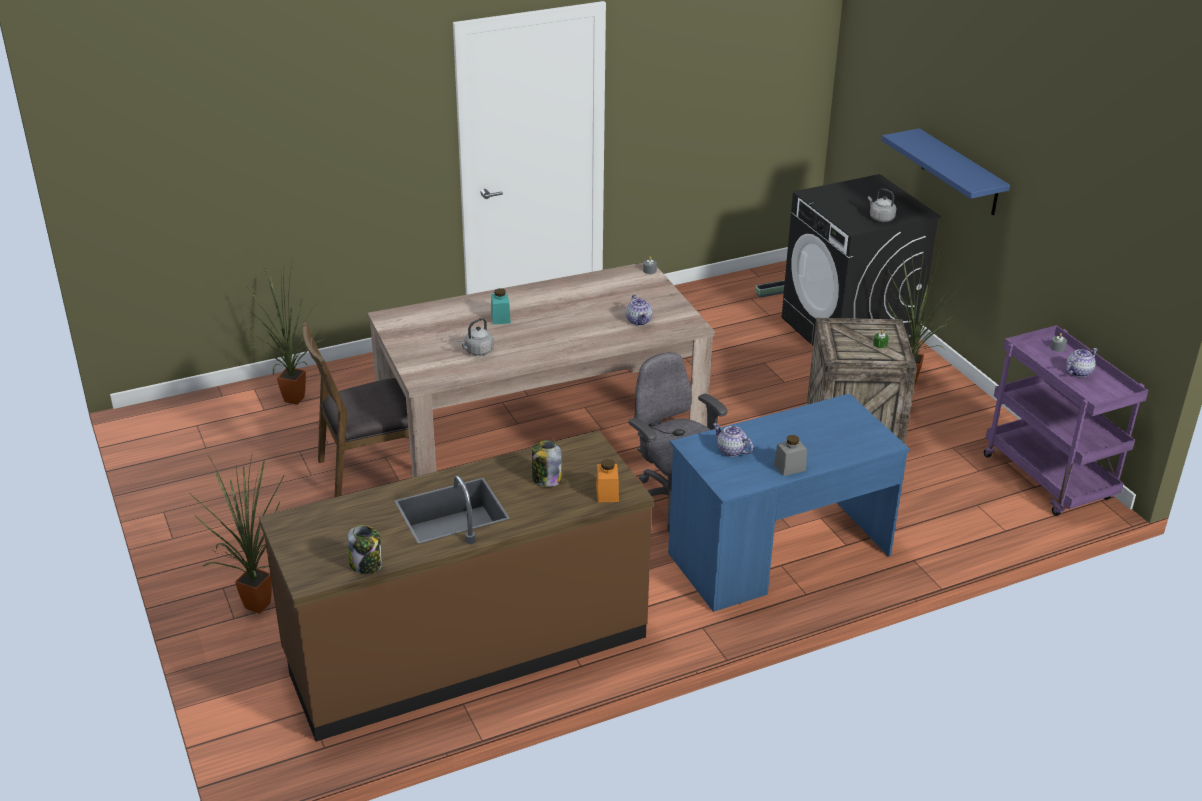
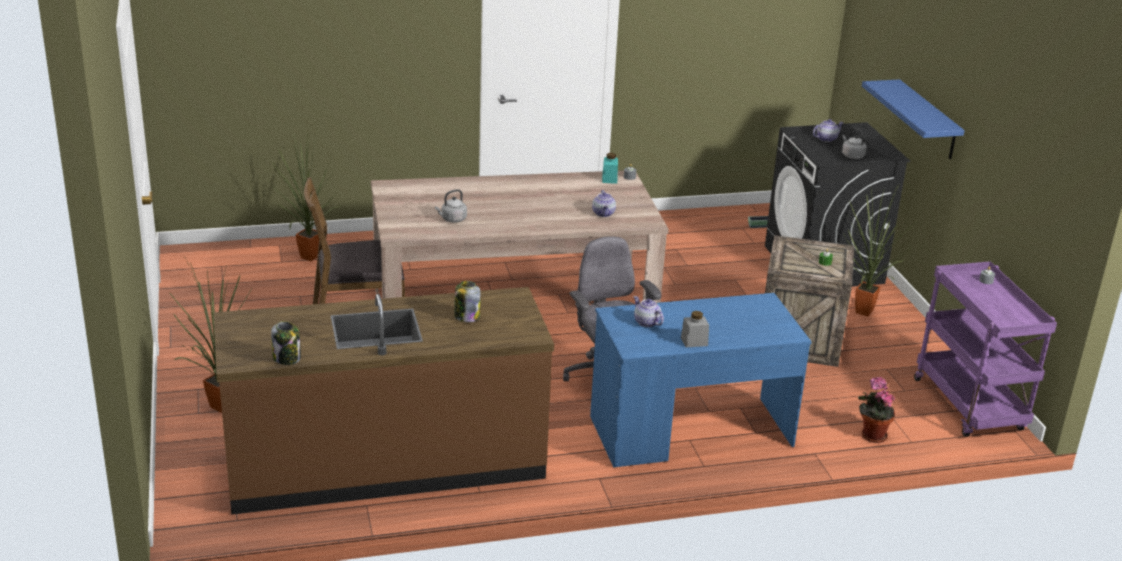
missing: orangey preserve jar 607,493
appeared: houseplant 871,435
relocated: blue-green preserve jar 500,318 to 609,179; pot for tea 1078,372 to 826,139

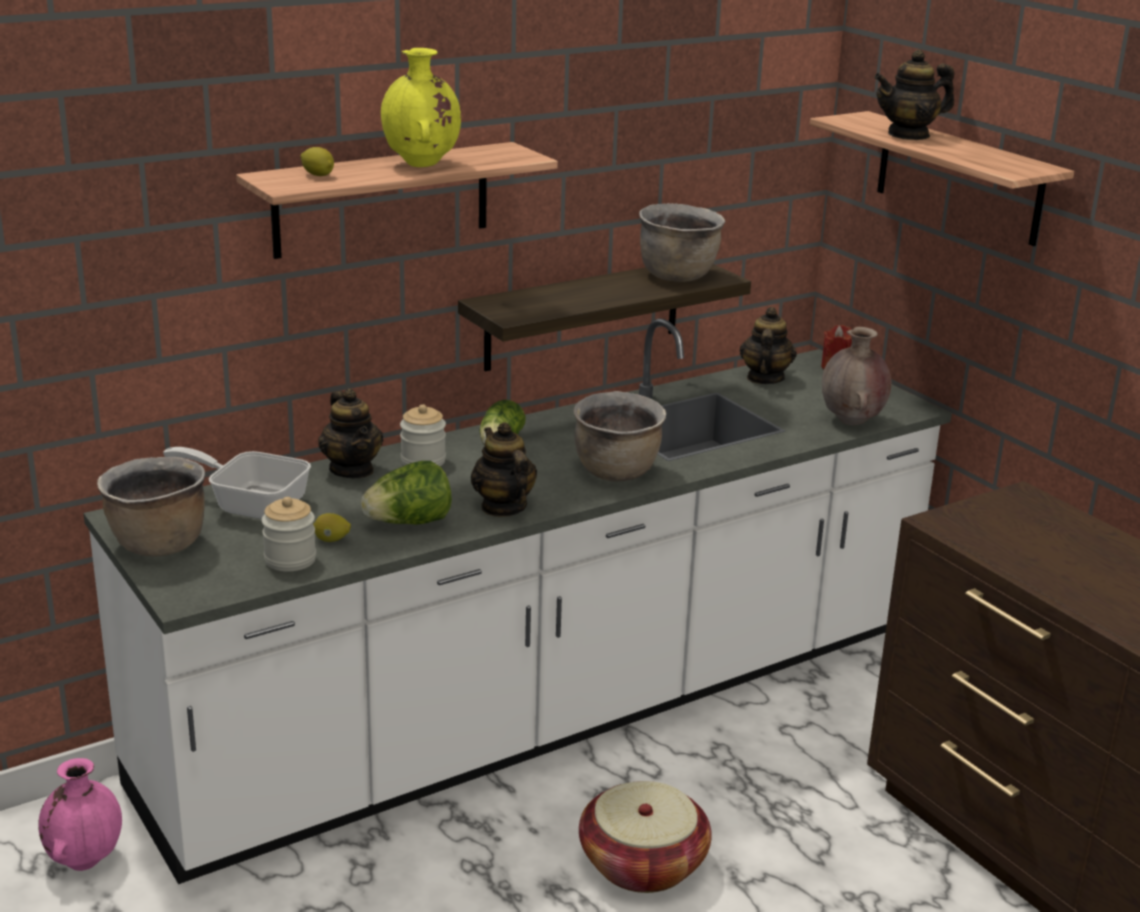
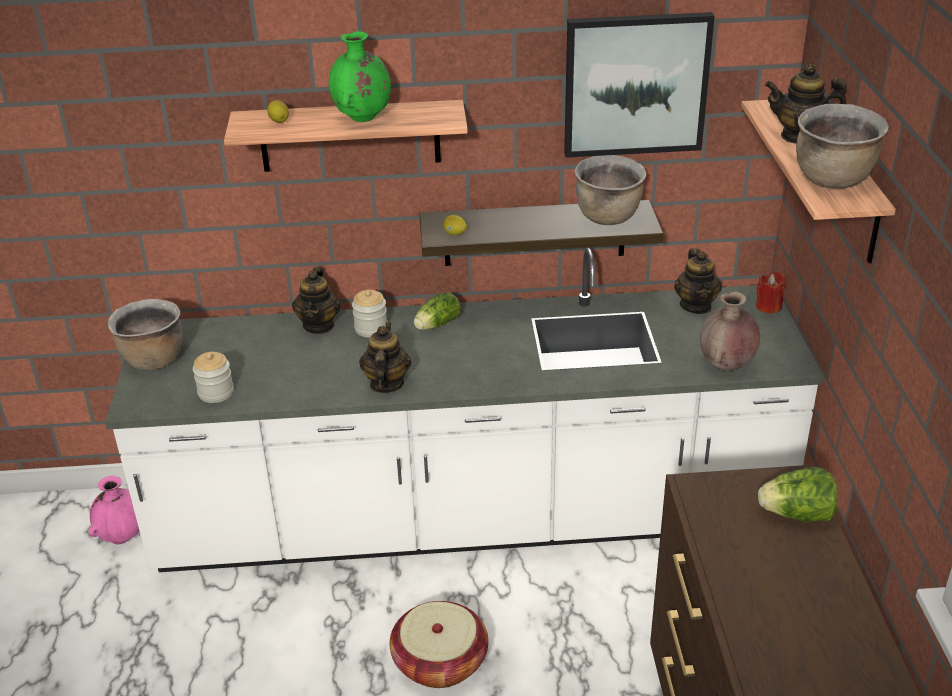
missing: skillet 251,504
appeared: wall picture 635,84
relocated: citrus fruit 331,540 to 455,234; head of lettuce 409,523 to 797,515; brownish stockpot 617,472 to 833,180
colour: yellow-coloured decorative vase 422,164 to green decorative vase 363,118
spun: pot for tea 764,378 = 696,305 135 degrees clockwise

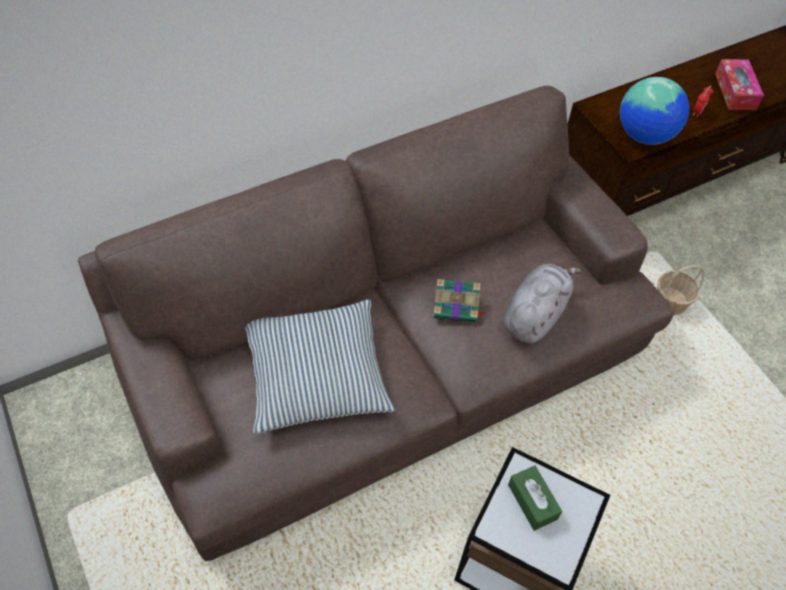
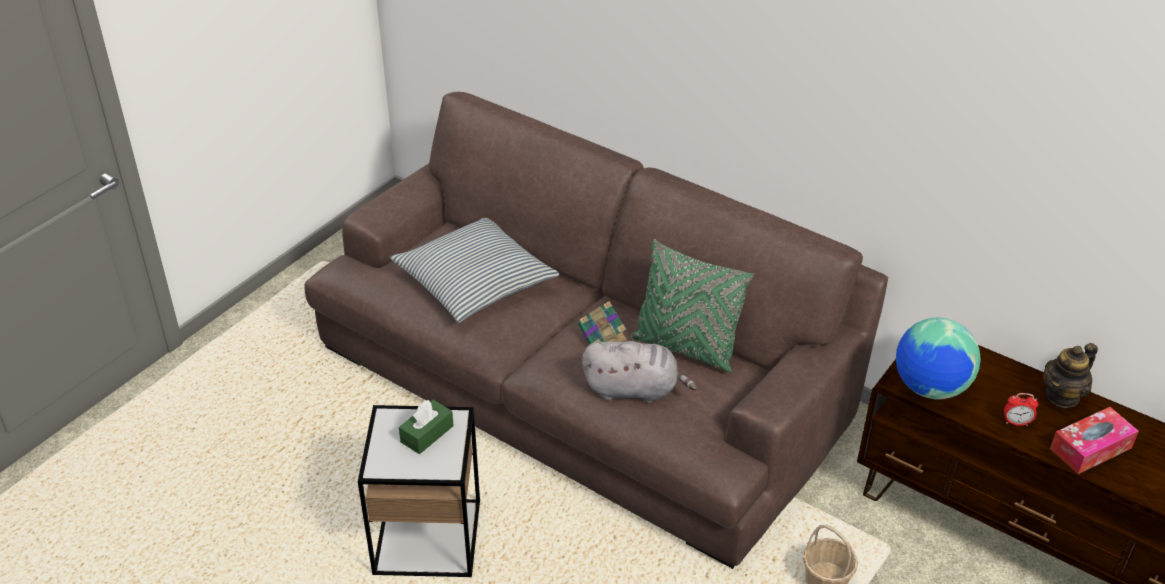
appeared: green throw pillow 686,347; pot for tea 1062,396

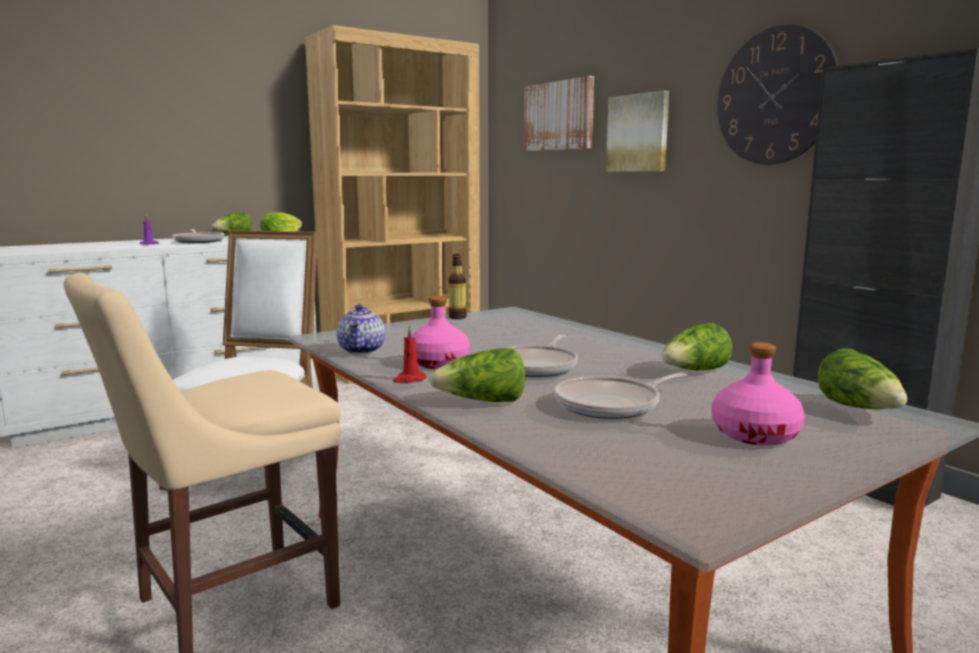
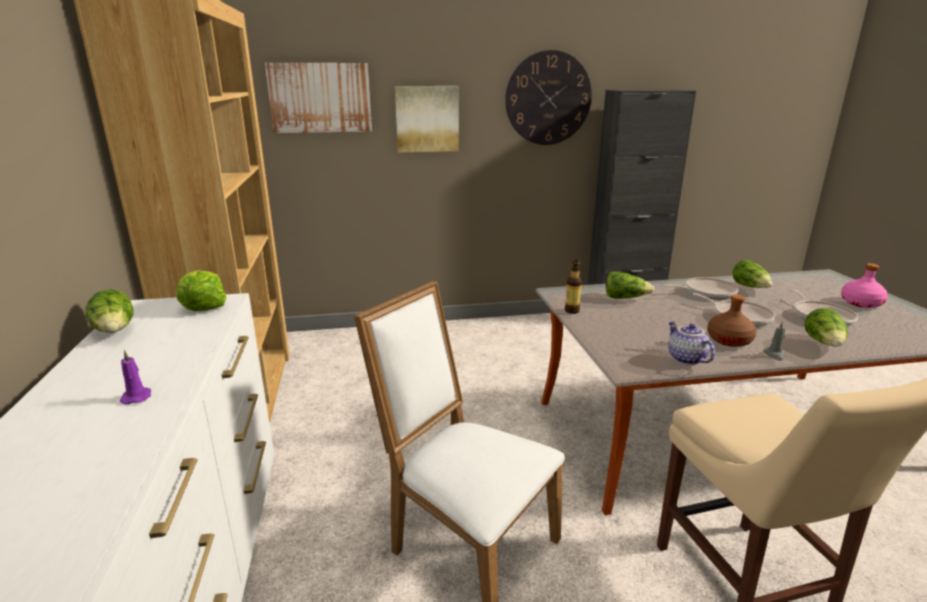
relocated: skillet 199,241 to 706,292; head of lettuce 859,409 to 625,298
colour: red-coloured wax candle 409,379 to greyish wax candle 774,355; pink-coloured drink bottle 439,363 to brownish drink bottle 729,340
spun: pot for tea 362,350 = 685,358 135 degrees counterclockwise

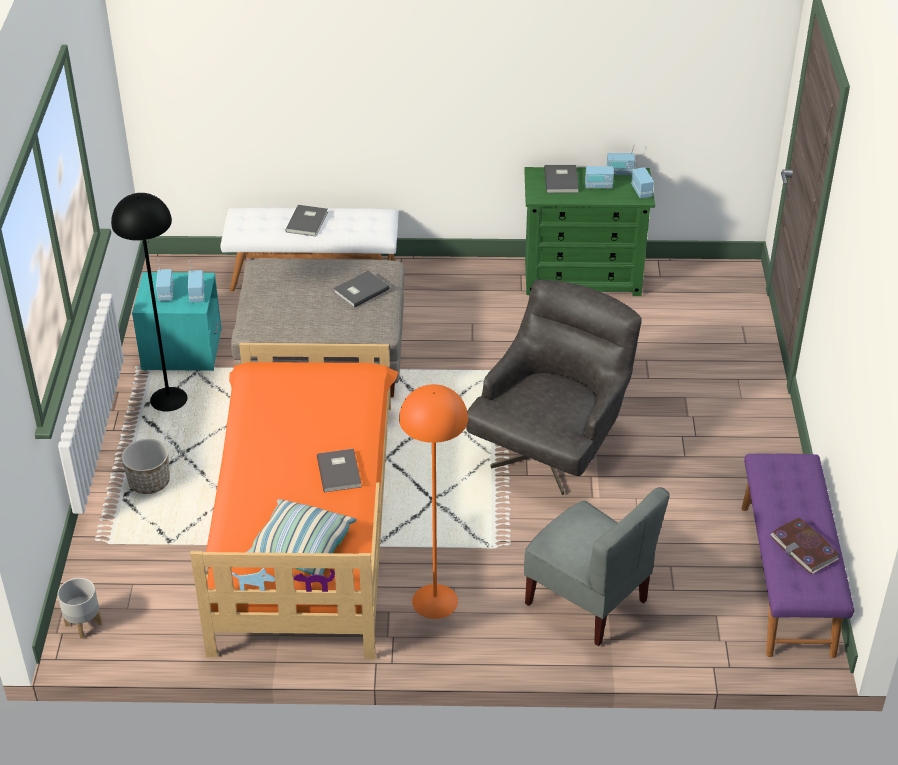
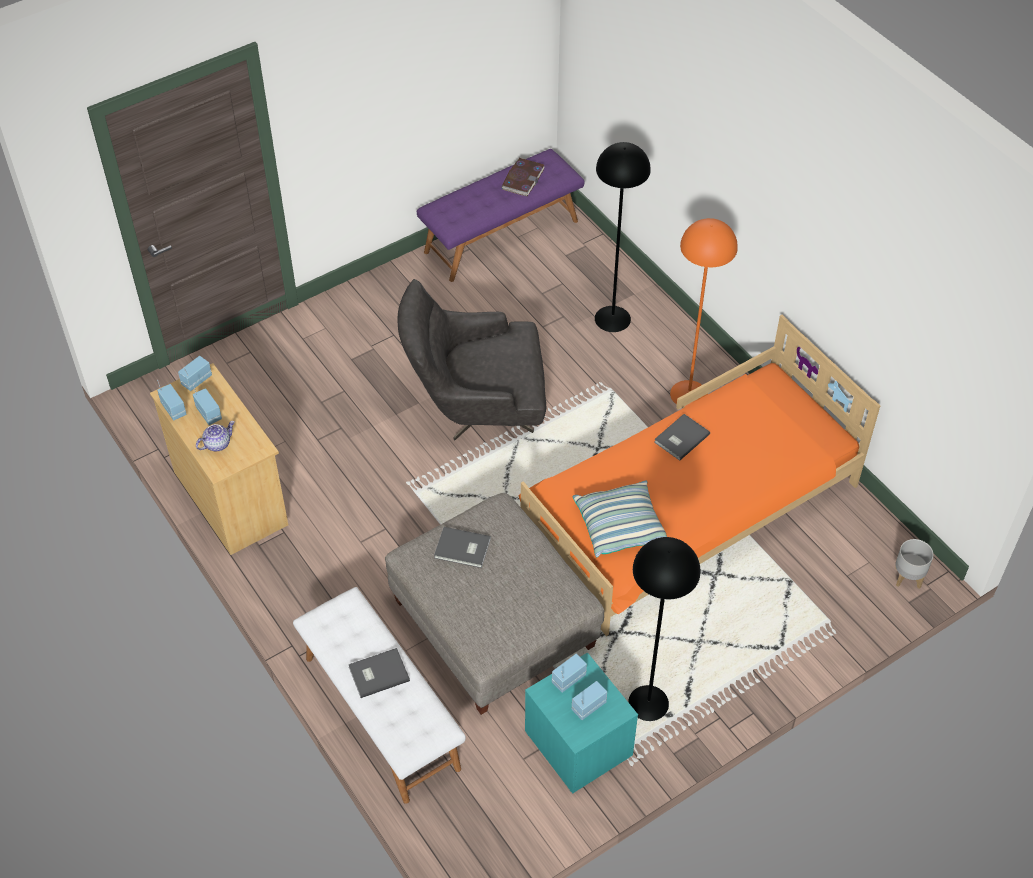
missing: plant pot 149,482
relocated: throw pillow 301,549 to 620,526
exchanged: greyish chair 588,601 to blackish floor lamp 613,318; greyish book 562,180 to pot for tea 217,444
colour: green drawer chest 583,277 to beige-coloured drawer chest 230,497

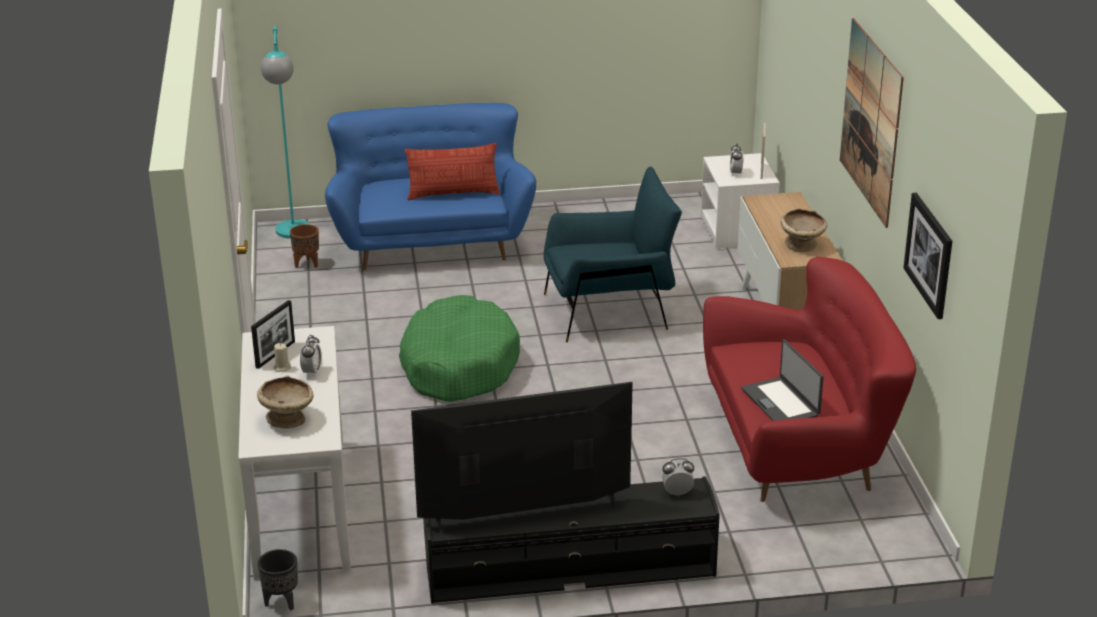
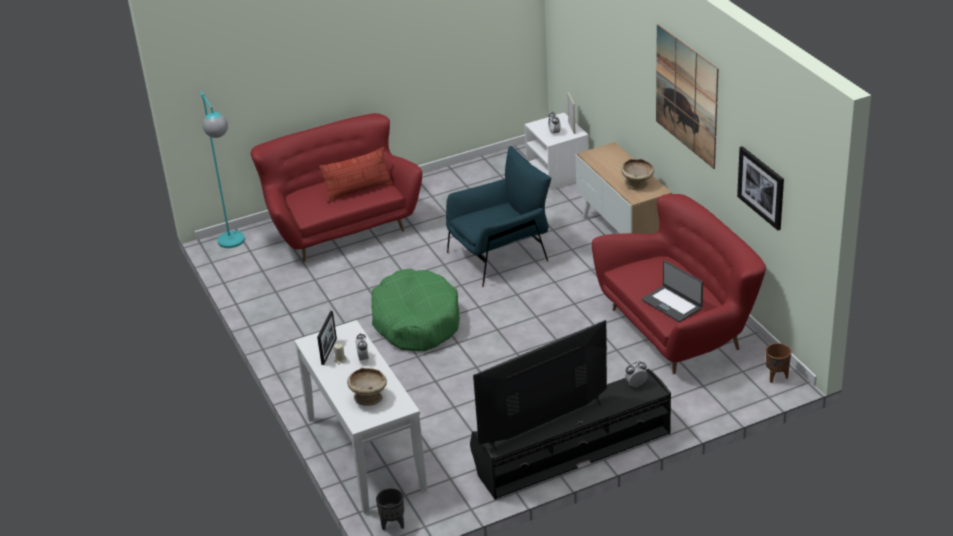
relocated: brownish plant pot 306,264 to 776,377
colour: blue-coloured settee 431,241 to red-coloured settee 341,227

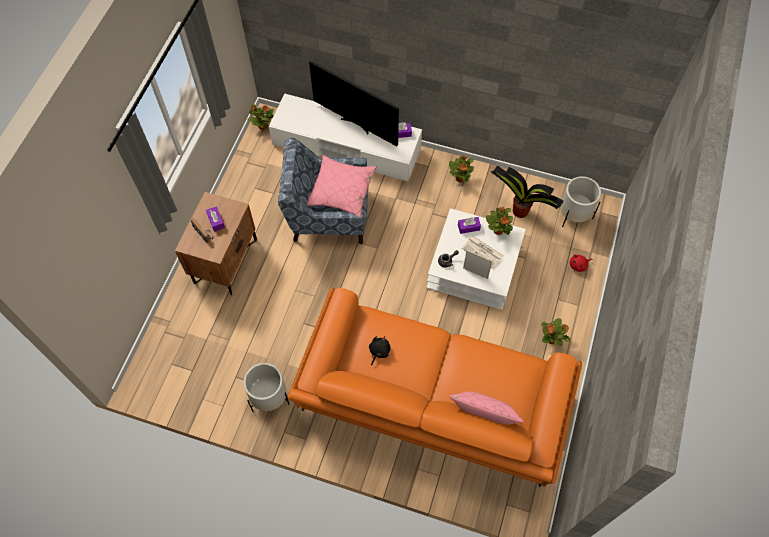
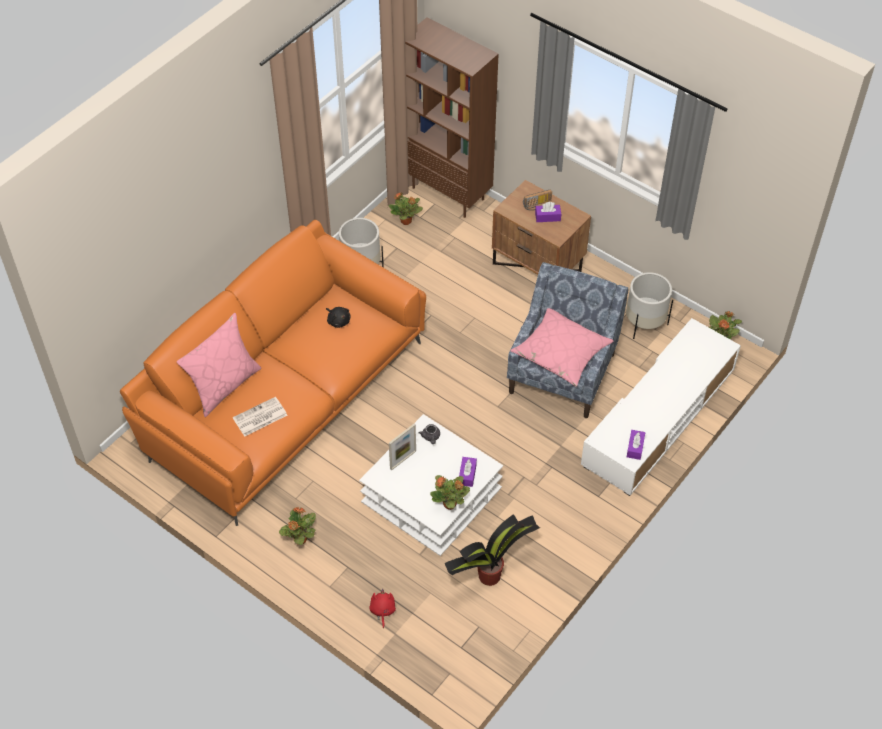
missing: TV 356,124
appeared: brownish bookcase 449,193
relocated: houseplant 460,178 to 406,221; printed paper 483,252 to 259,417; white-coloured plant pot 574,215 to 644,323

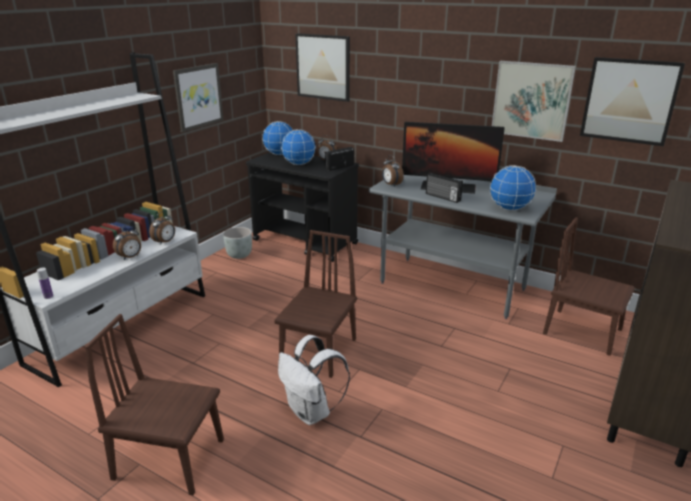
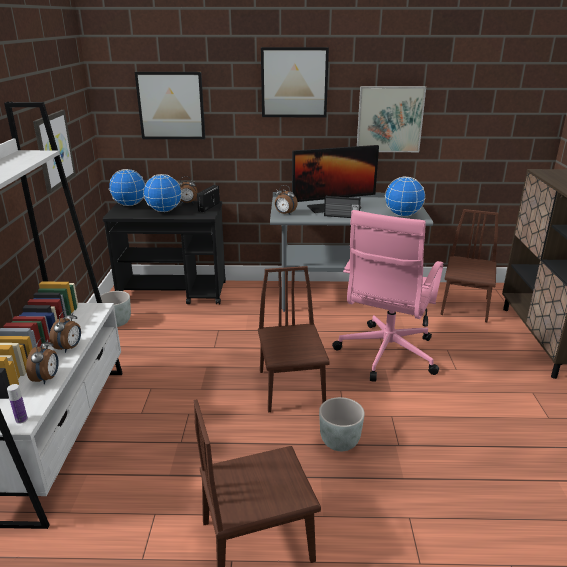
appeared: pink-coloured desk chair 385,355
relocated: bedside clock 165,242 to 47,378; wall picture 629,101 to 294,82
exchanged: white-coloured rucksack 312,412 to greyish plant pot 340,442
spun: brownish chair 582,331 = 465,306 105 degrees clockwise

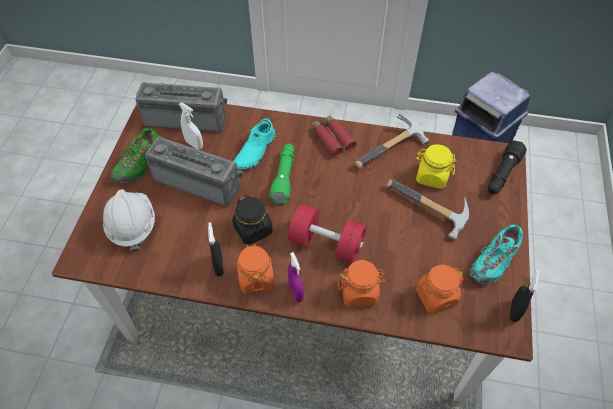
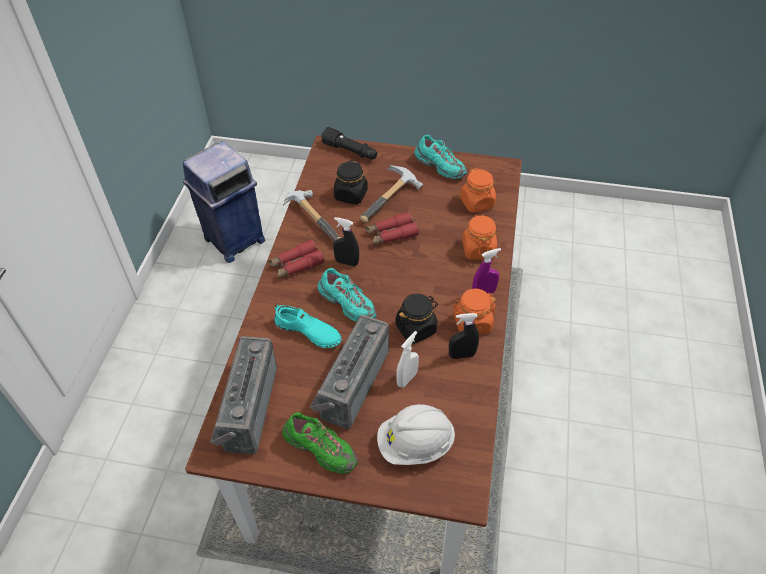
missing: red-coloured hand weight 326,243
appeared: red-coloured pair of binoculars 391,234
relocated: white-coloured hand sprayer 194,144 to 407,379; blackish hand sprayer 514,311 to 346,262
exchanged: green torch 284,177 to blue-green item of footwear 347,304
colour: yellow-coloured preserve jar 431,176 to blackish preserve jar 351,195

